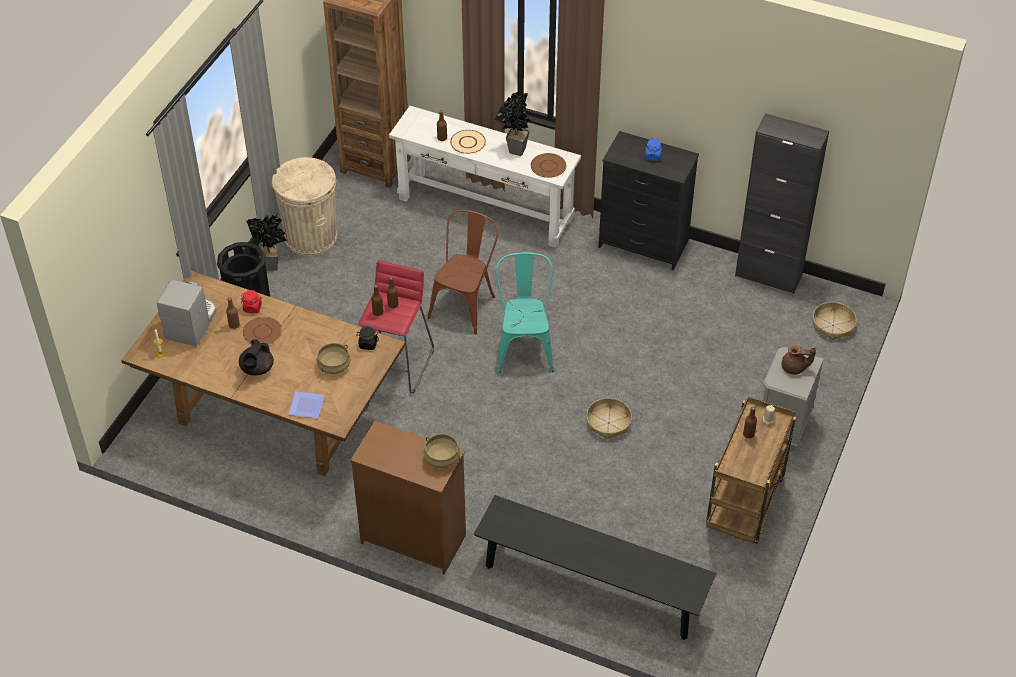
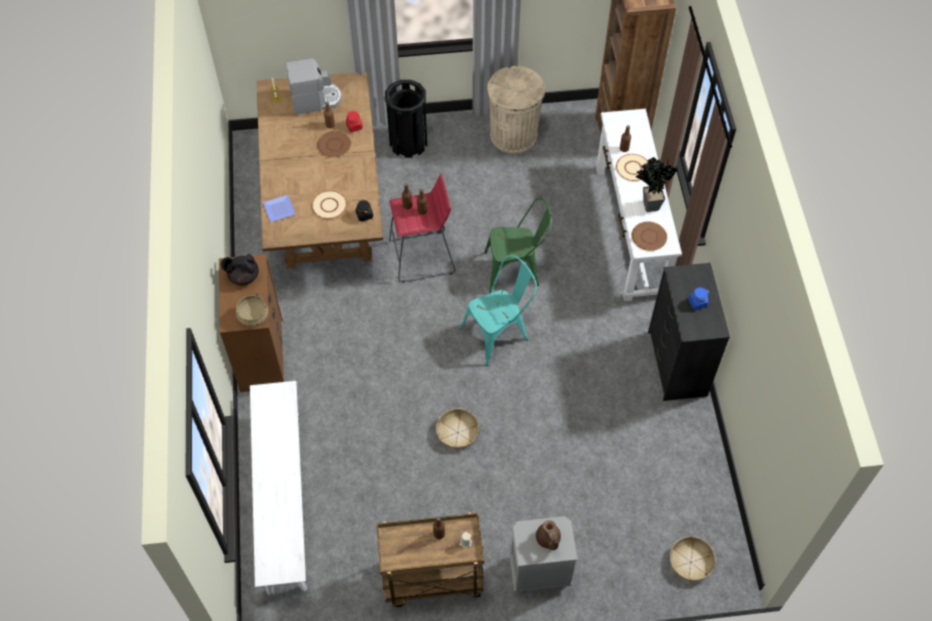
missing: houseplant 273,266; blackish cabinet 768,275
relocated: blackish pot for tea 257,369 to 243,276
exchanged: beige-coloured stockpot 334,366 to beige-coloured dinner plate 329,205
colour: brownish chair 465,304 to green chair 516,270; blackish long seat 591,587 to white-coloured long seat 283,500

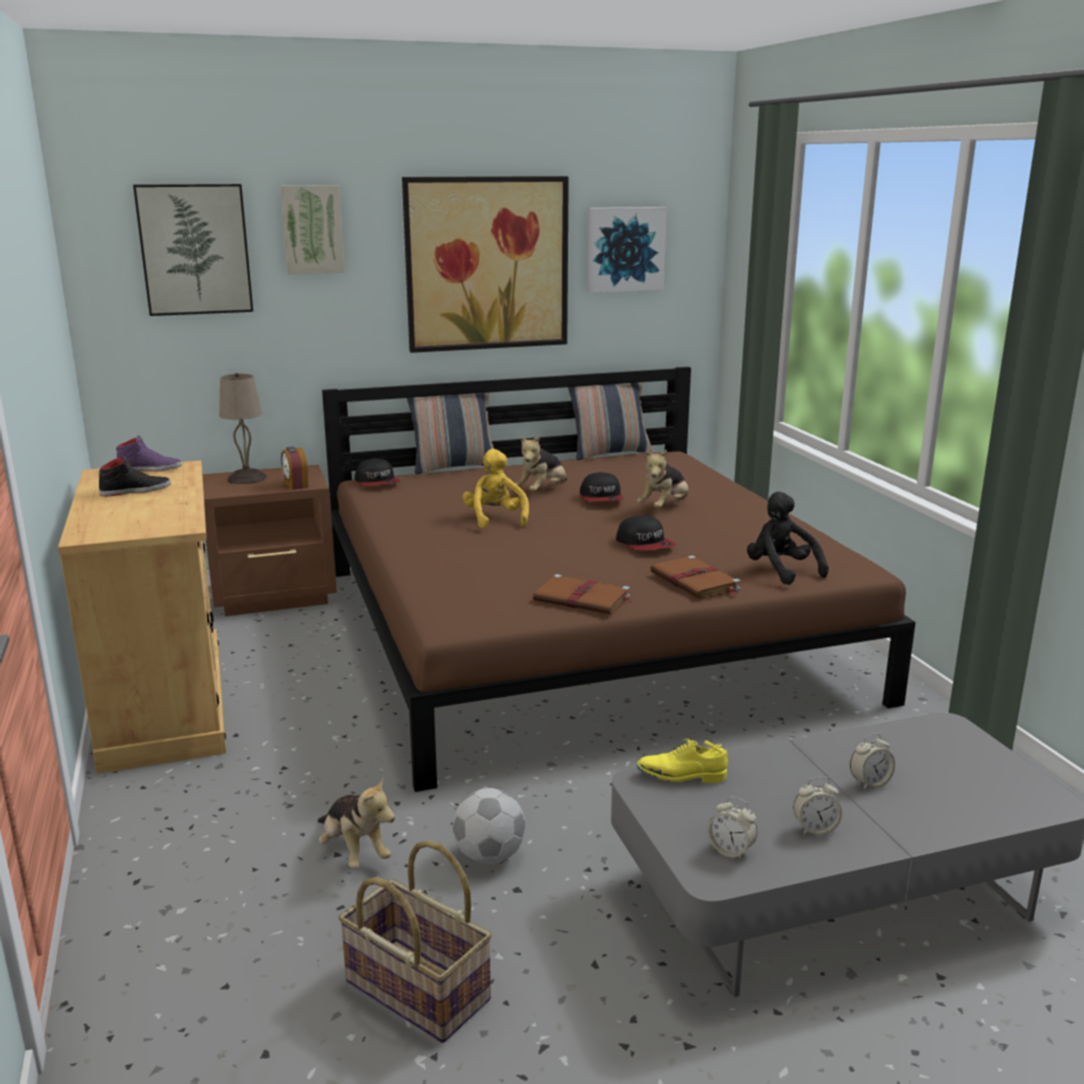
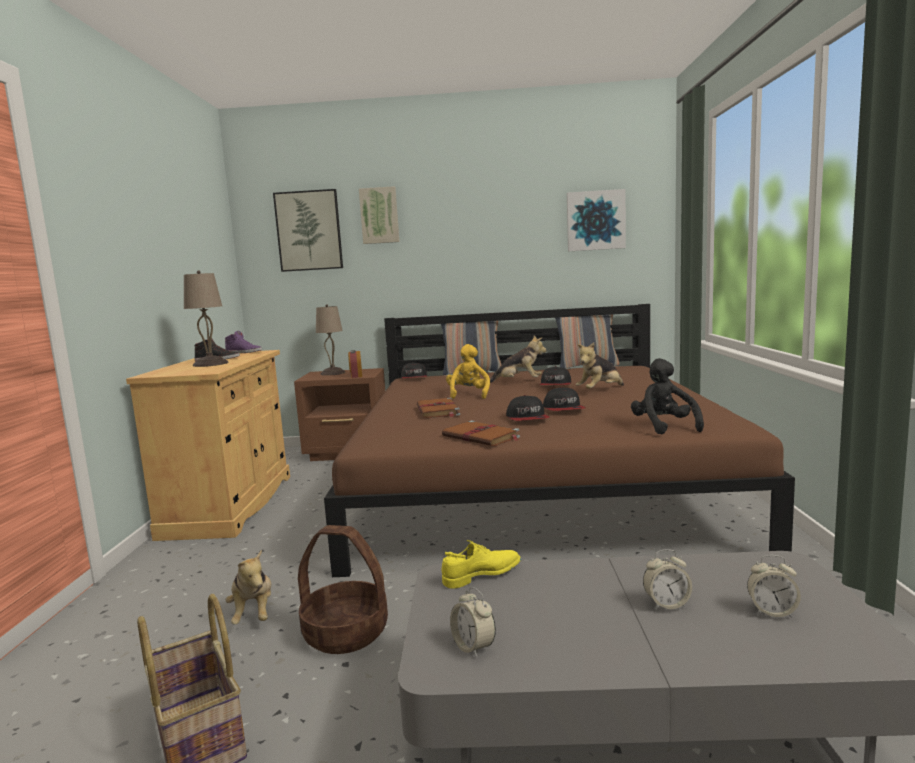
missing: wall picture 487,264
appeared: beige-coloured tabletop lamp 211,364; peaked cap 527,418
relocated: brownish book 695,581 to 438,411; bedside clock 815,829 to 772,611
exchanged: ball for football 488,856 to basket 345,633
spun: plush toy 542,490 = 518,382 135 degrees counterclockwise; yellow-coloured item of footwear 681,776 = 482,575 135 degrees clockwise

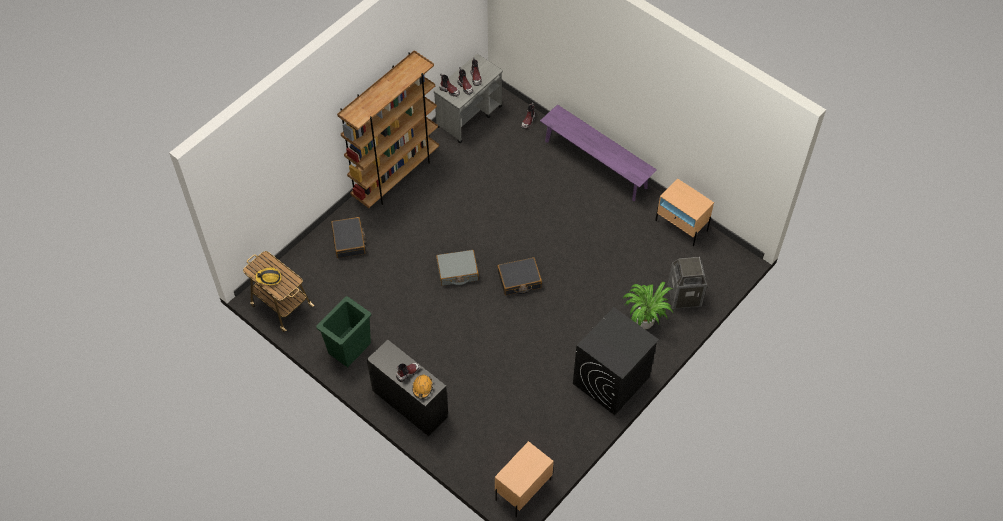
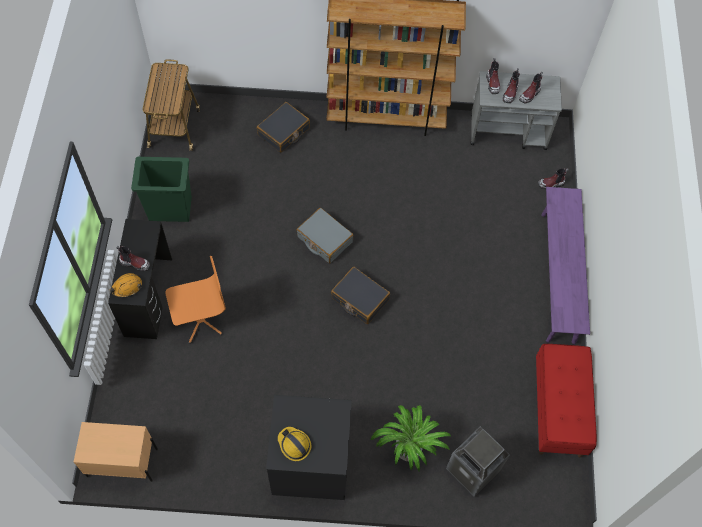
appeared: orangey desk chair 200,319
relocated: work helmet 269,278 to 294,445
exchanged: beige-coloured bedside table 681,226 to red-coloured long seat 558,409

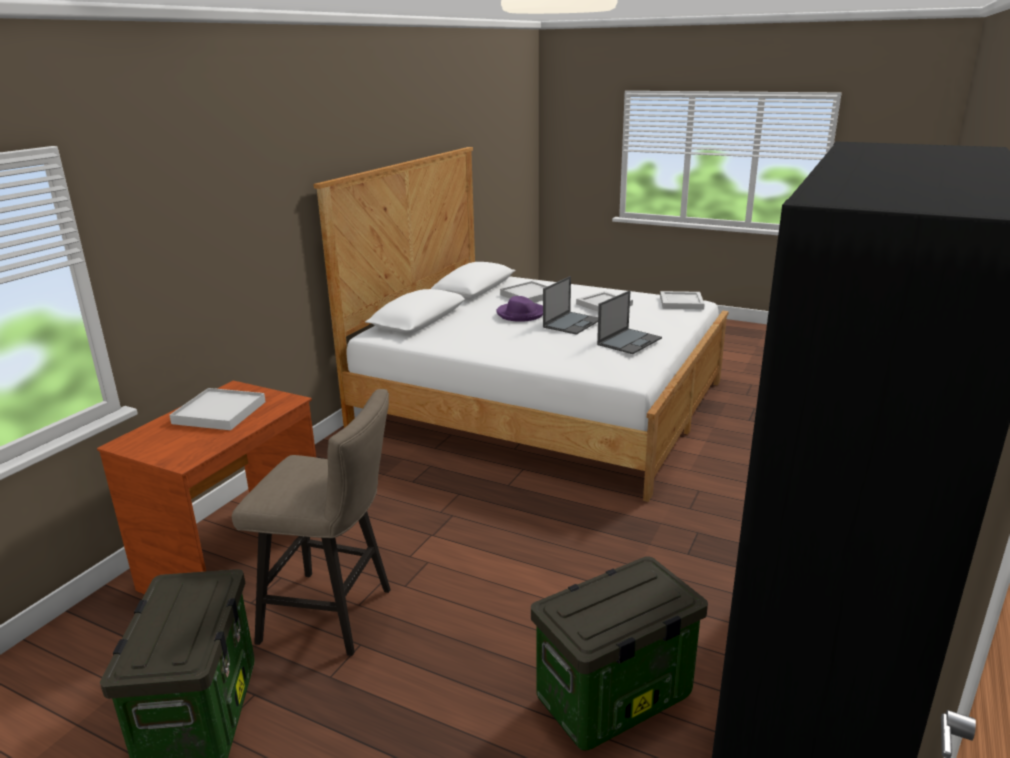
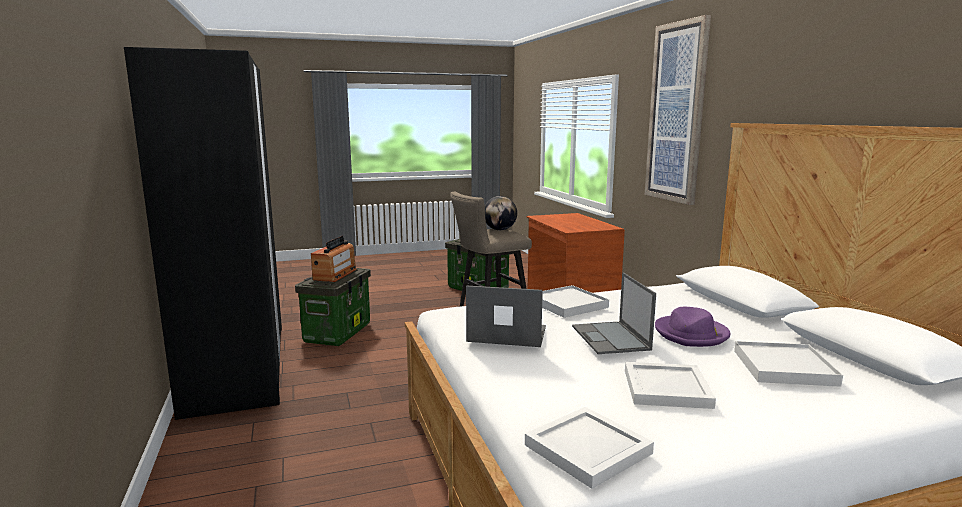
appeared: radio 335,274; globe 500,230; wall picture 677,113
relocated: white-coloured tray 219,412 to 568,304
spun: notebook computer 629,341 = 506,334 105 degrees clockwise

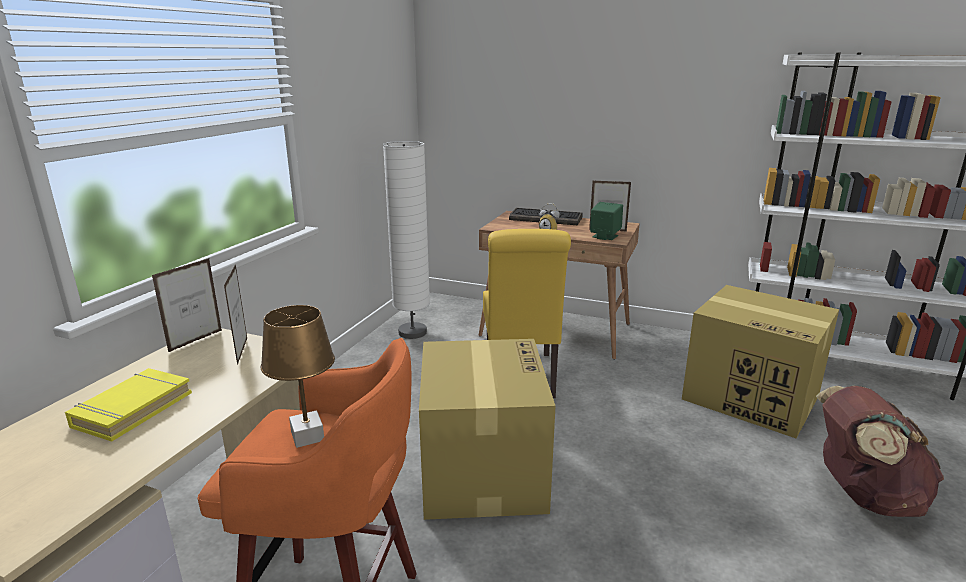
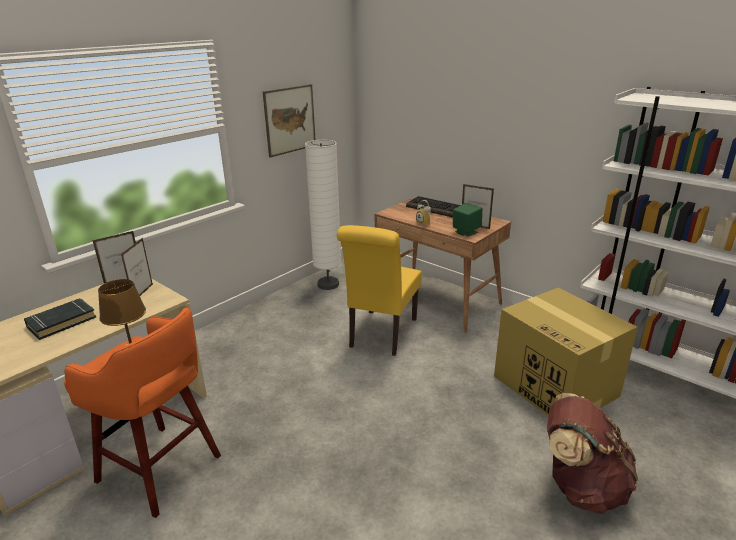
missing: cardboard box 482,469
appeared: wall picture 290,120
colour: yellow-coloured book 132,409 to blackish book 61,322

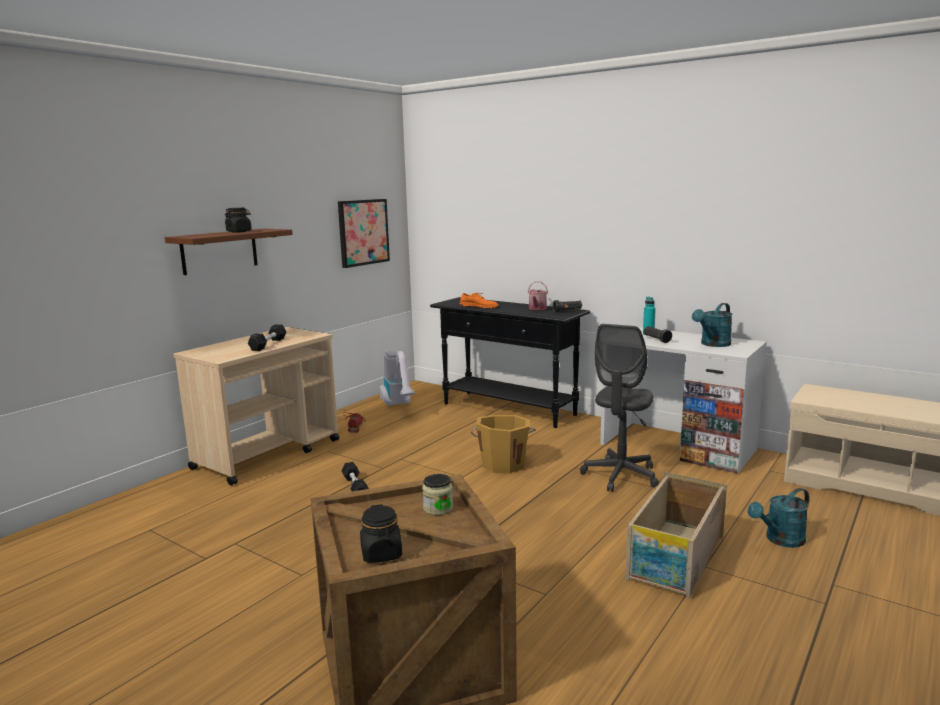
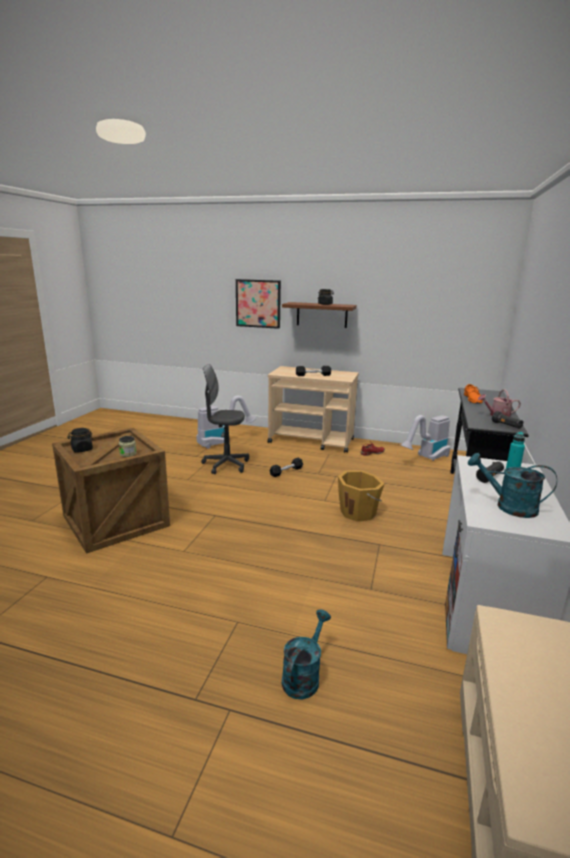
missing: packing crate 675,558
appeared: hoover 222,441
relocated: wall picture 363,232 to 258,303; greyish desk chair 620,476 to 226,465
spun: blue-green watering can 780,540 = 303,676 75 degrees clockwise

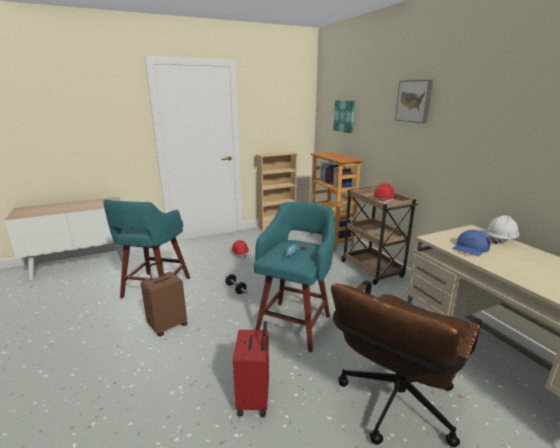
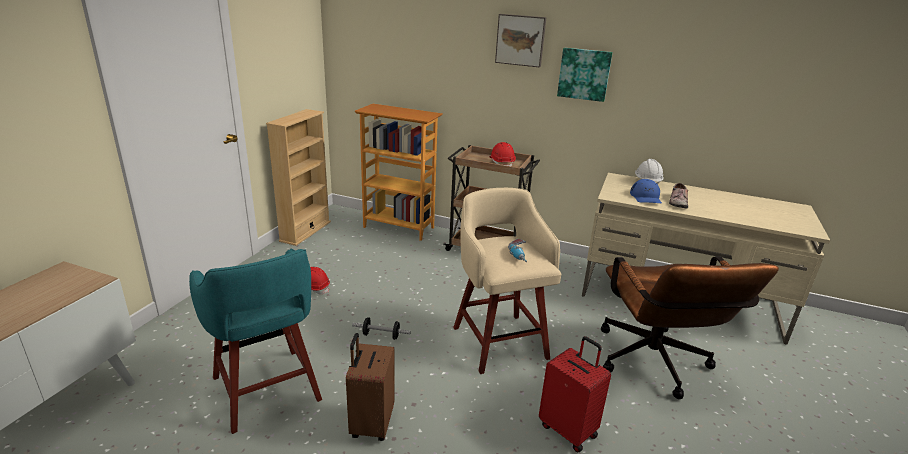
appeared: item of footwear 677,202
relocated: wall picture 345,116 to 584,74
colour: blue-green stool seat 295,323 to beige-coloured stool seat 498,340

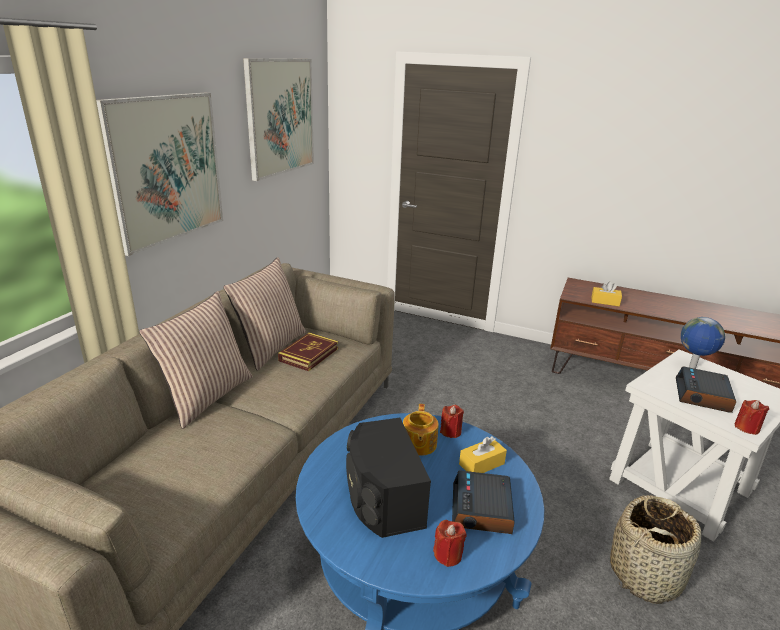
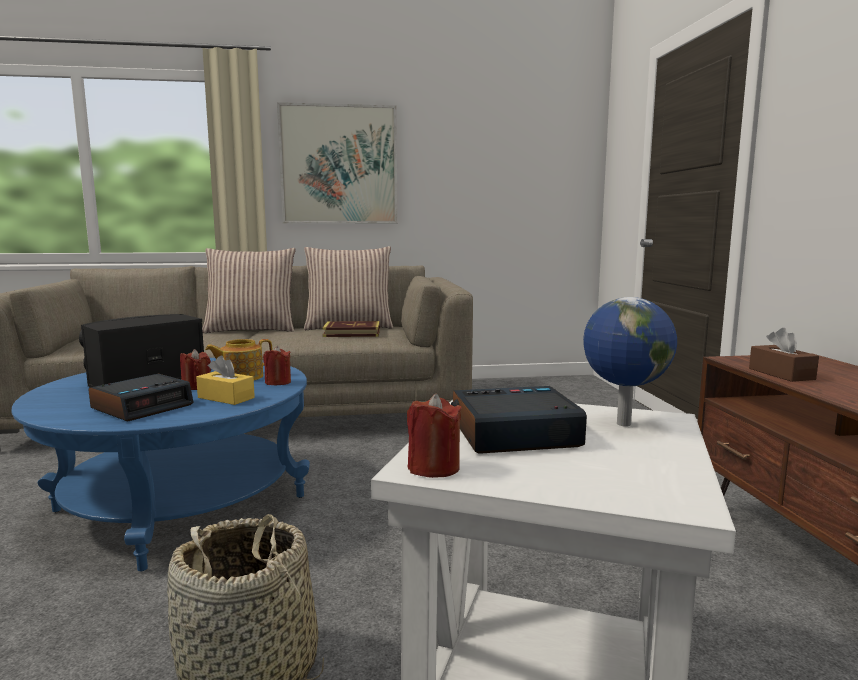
missing: wall picture 280,117
relocated: red-coloured wax candle 448,555 to 196,386
colour: yellow-coloured box of tissues 605,301 to brownish box of tissues 781,374
spun: bedside clock 482,509 = 143,406 150 degrees clockwise

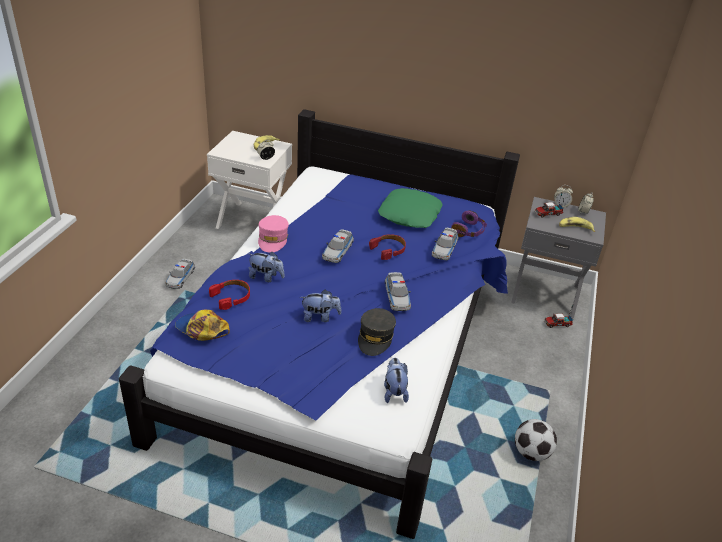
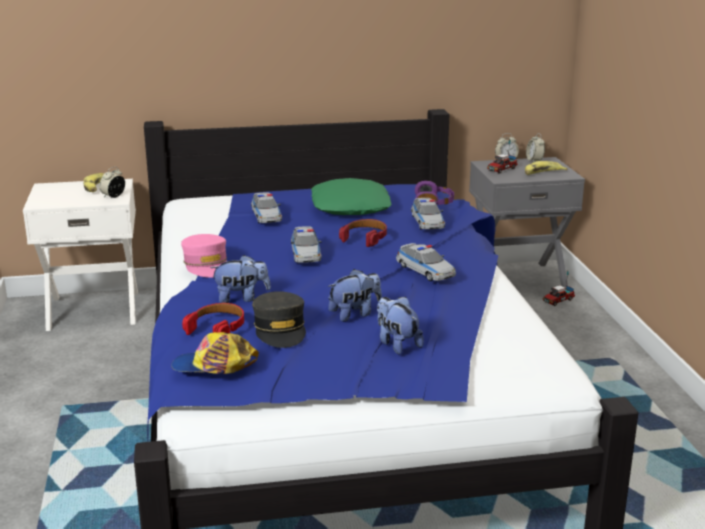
missing: ball for football 531,452
relocated: model car 180,278 to 266,216; greyish peaked cap 375,337 to 280,330; plush toy 394,391 to 397,344

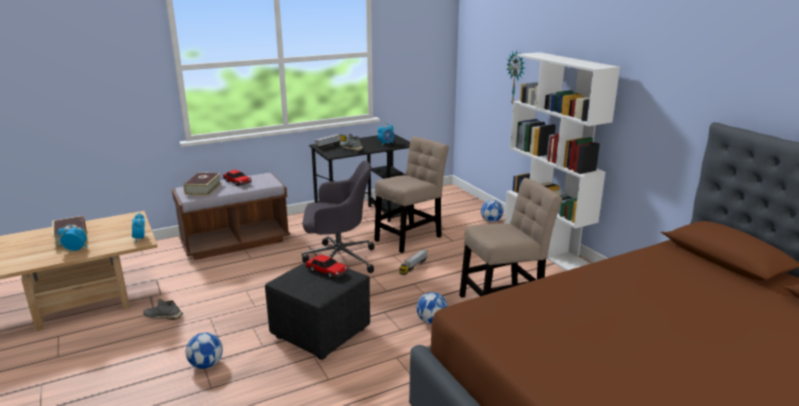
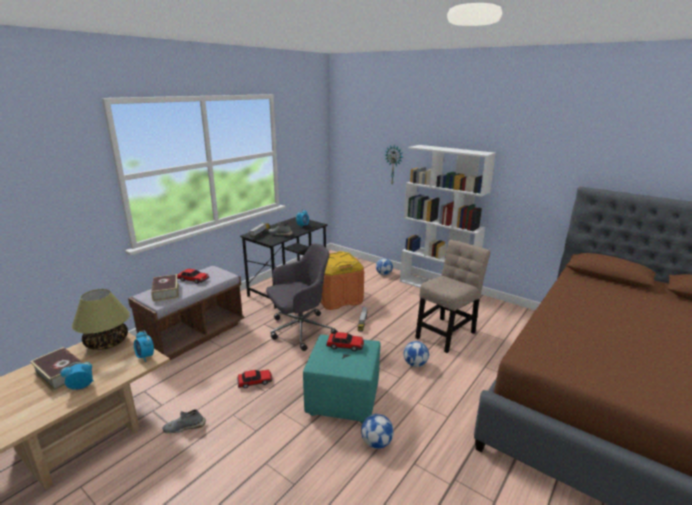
appeared: tabletop lamp 106,343; model car 255,382
relocated: ball for football 206,364 to 376,443
exchanged: beige-coloured chair 410,237 to orangey storage bin 338,298
colour: blackish pouffe 320,332 to blue-green pouffe 342,399

